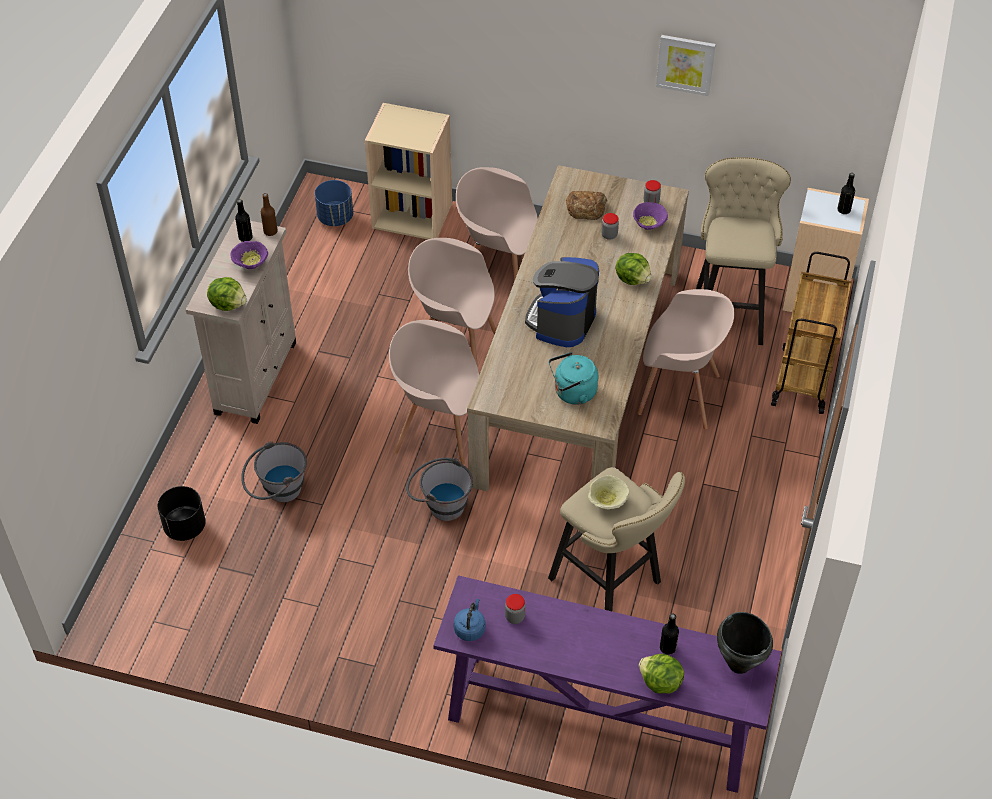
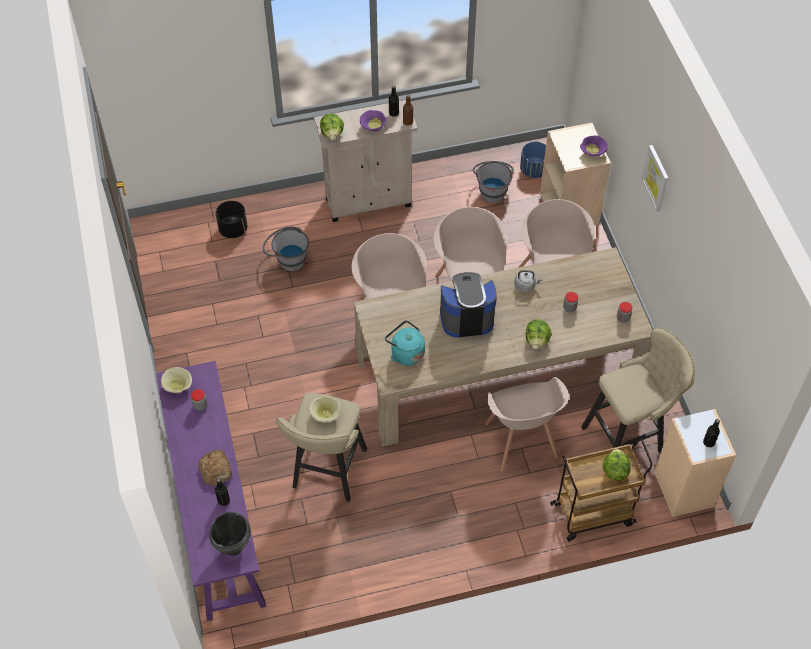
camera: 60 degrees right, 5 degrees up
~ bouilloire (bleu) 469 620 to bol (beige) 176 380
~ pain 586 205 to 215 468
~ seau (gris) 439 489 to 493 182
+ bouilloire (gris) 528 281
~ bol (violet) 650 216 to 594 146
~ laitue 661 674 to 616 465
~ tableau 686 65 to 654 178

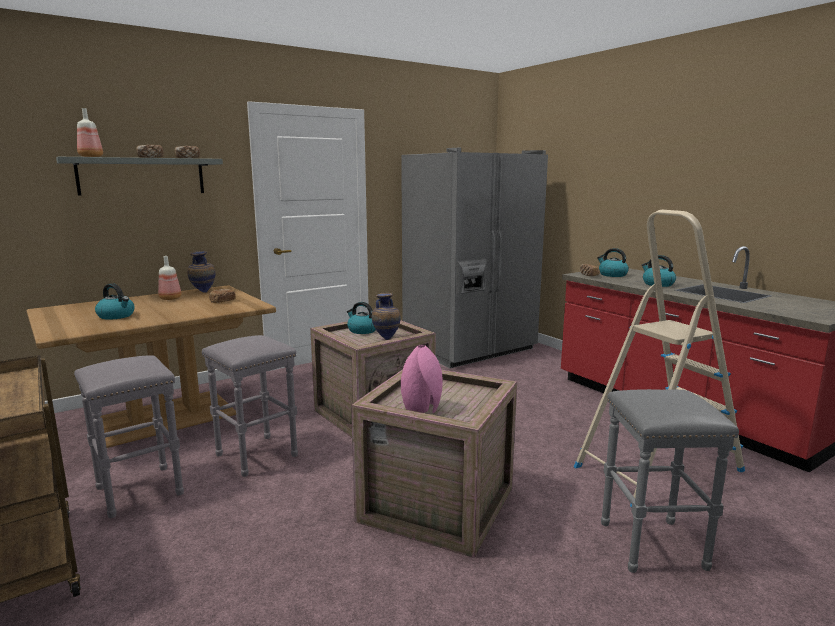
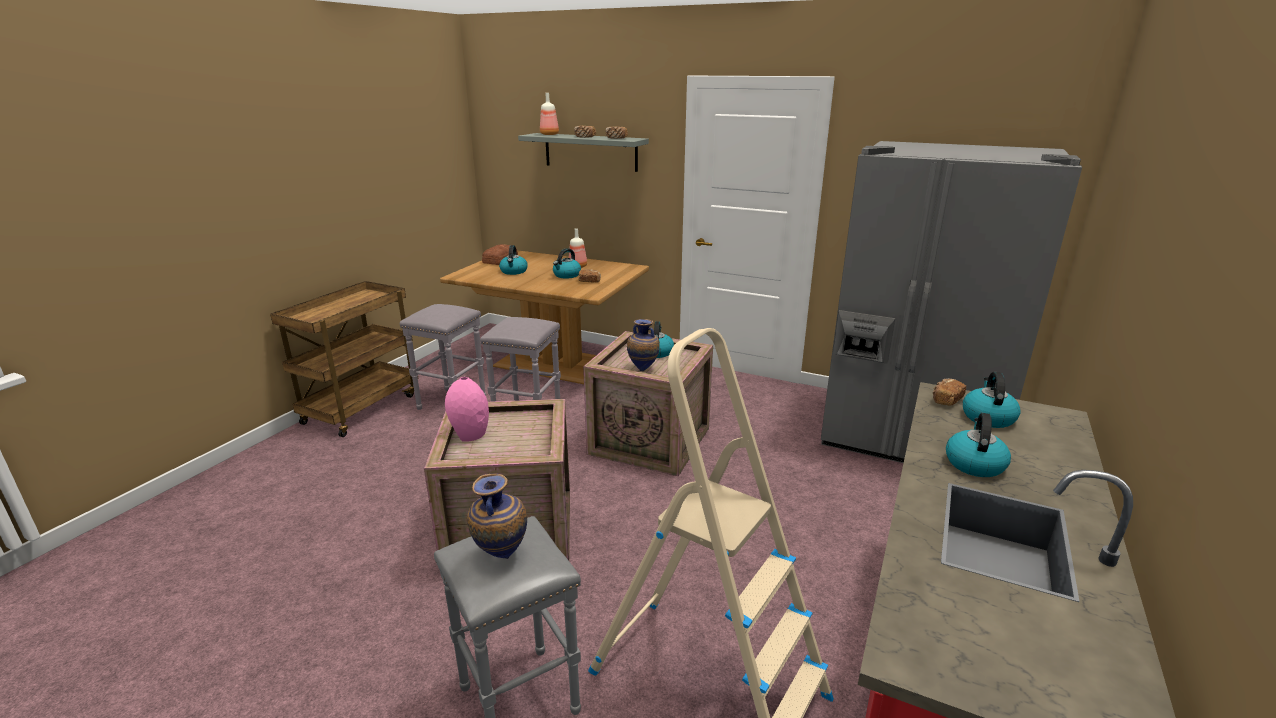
camera: 60 degrees right, 10 degrees up
~ vase 201 272 to 497 516
+ pain 500 254
+ bouilloire 567 263

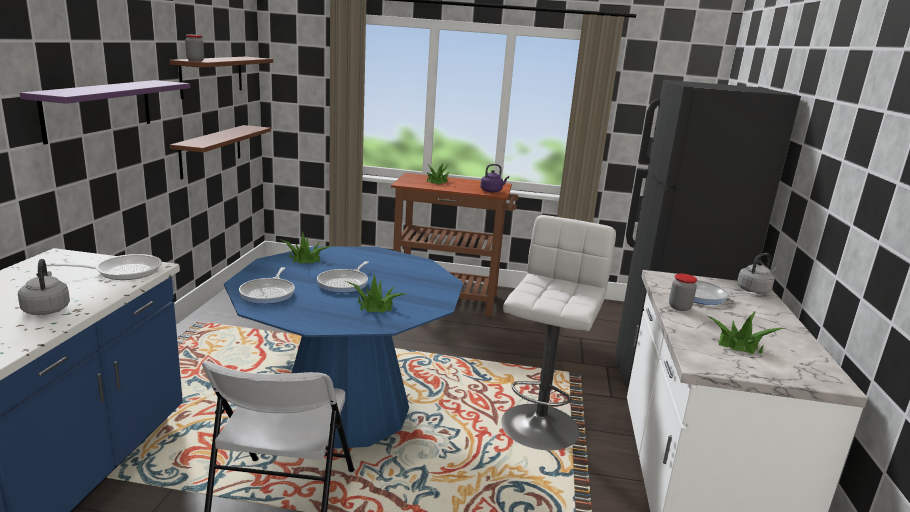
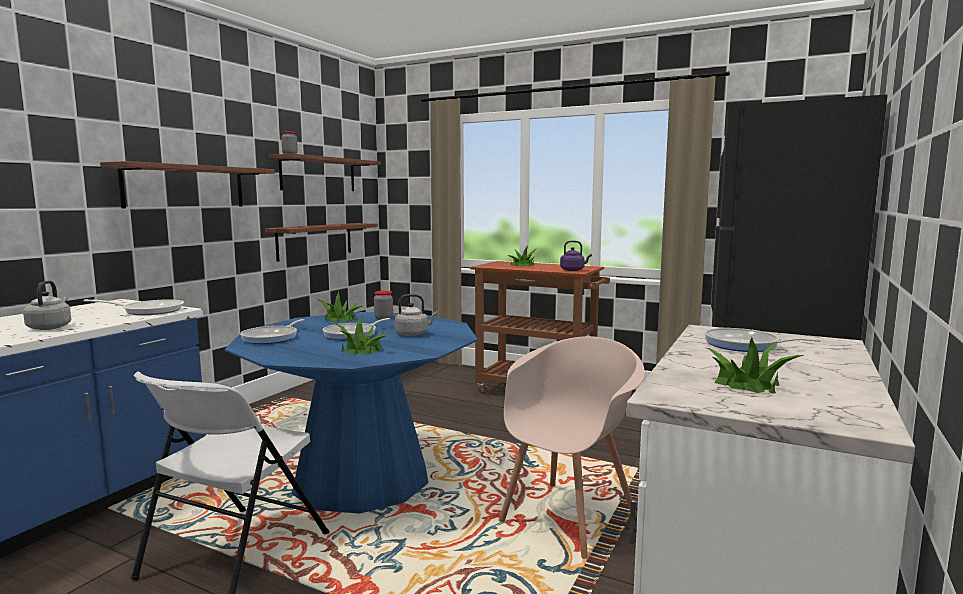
camera: 20 degrees right, 10 degrees down
~ étagère (violet) 105 112 to étagère (marron) 187 184
~ bocal 683 292 to 383 305
~ bouilloire (gris) 757 273 to 416 315
~ tabouret (blanc) 558 332 to chaise (beige) 572 447

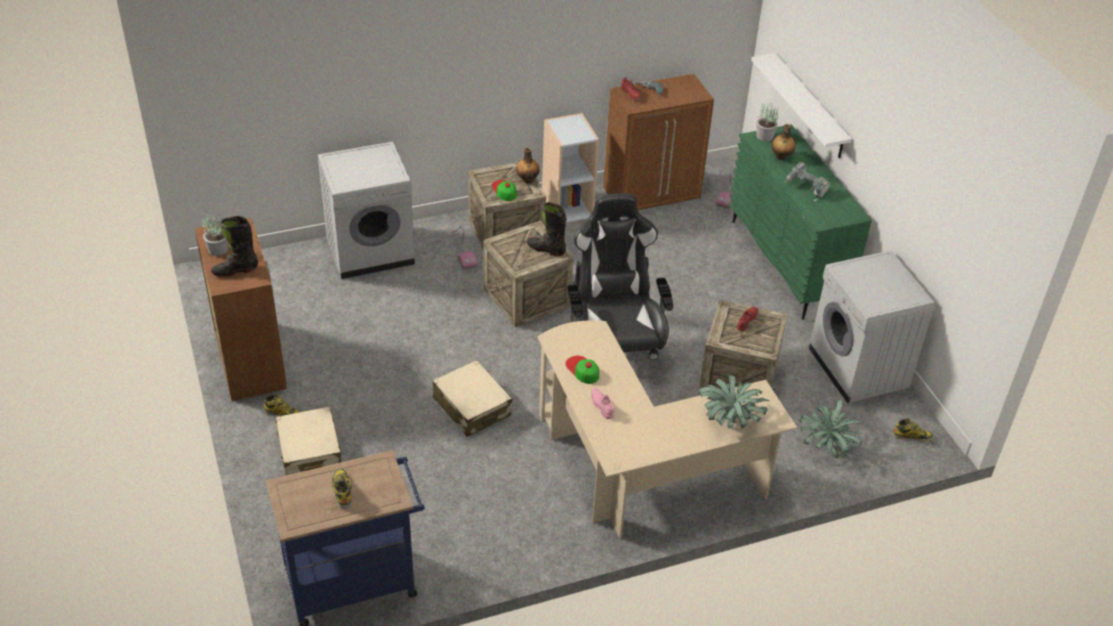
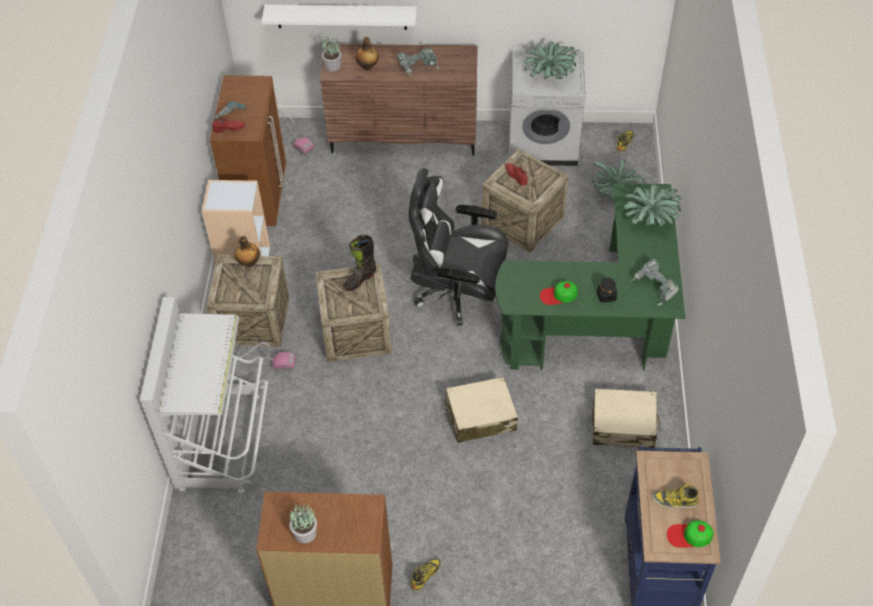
camera: 65 degrees left, 10 degrees up
~ lave-linge (blanc) 366 210 to étagère à chaussures (blanc) 204 395
~ commode (vert) 800 222 to commode (marron) 399 100
~ bureau (beige) 667 429 to bureau (vert) 590 276
+ plante en pot 550 60
~ valise (beige) 308 440 to 626 418
~ chaussure (rose) 602 403 to bocal (noir) 607 290
+ perceuse 655 282
~ casquette 504 190 to 690 534
- botte (noir) 234 246

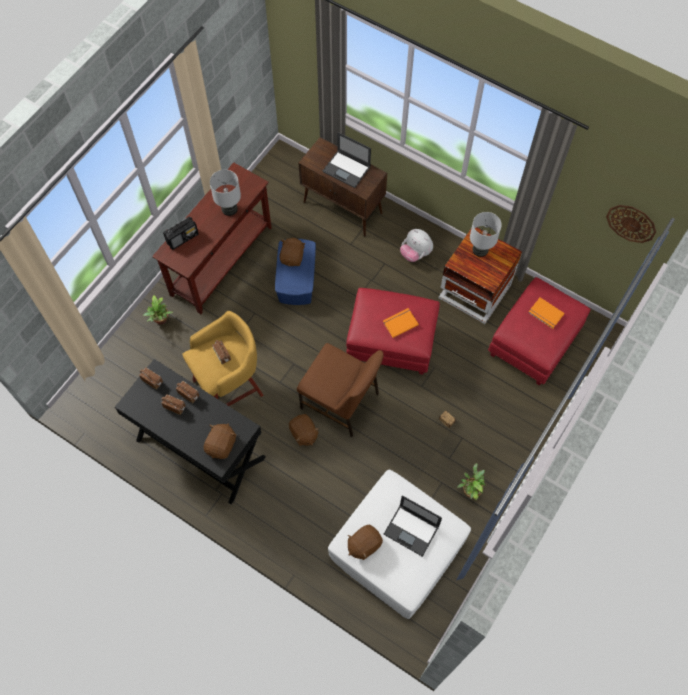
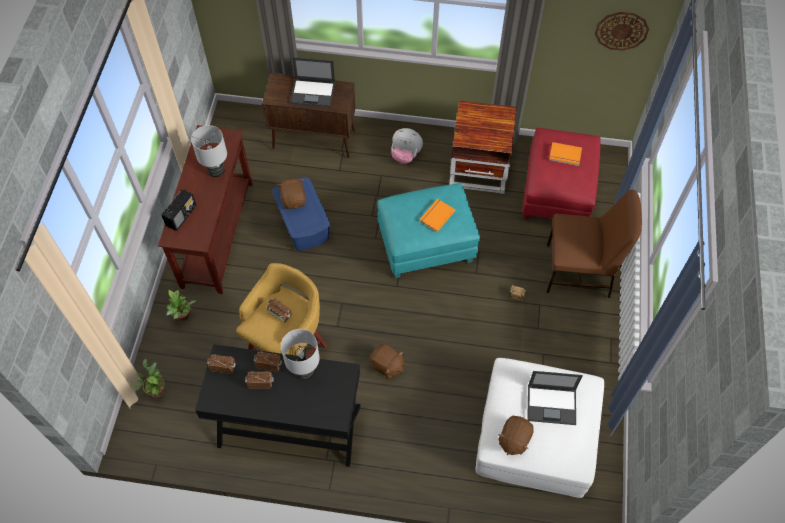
camera: 25 degrees left, 5 degrees down
~ plante en pot 471 481 to 150 378
~ lampe de table (gris) 486 234 to 300 354
~ pouf (rouge) 393 331 to pouf (turquoise) 428 230
~ chaise (marron) 340 390 to 594 244
- peluche (marron) 220 441

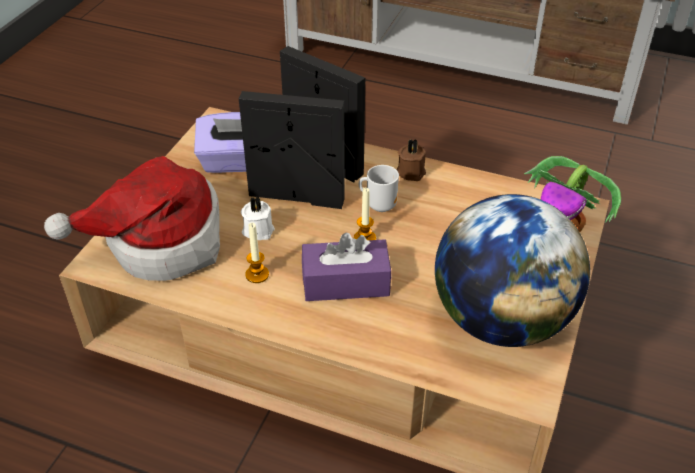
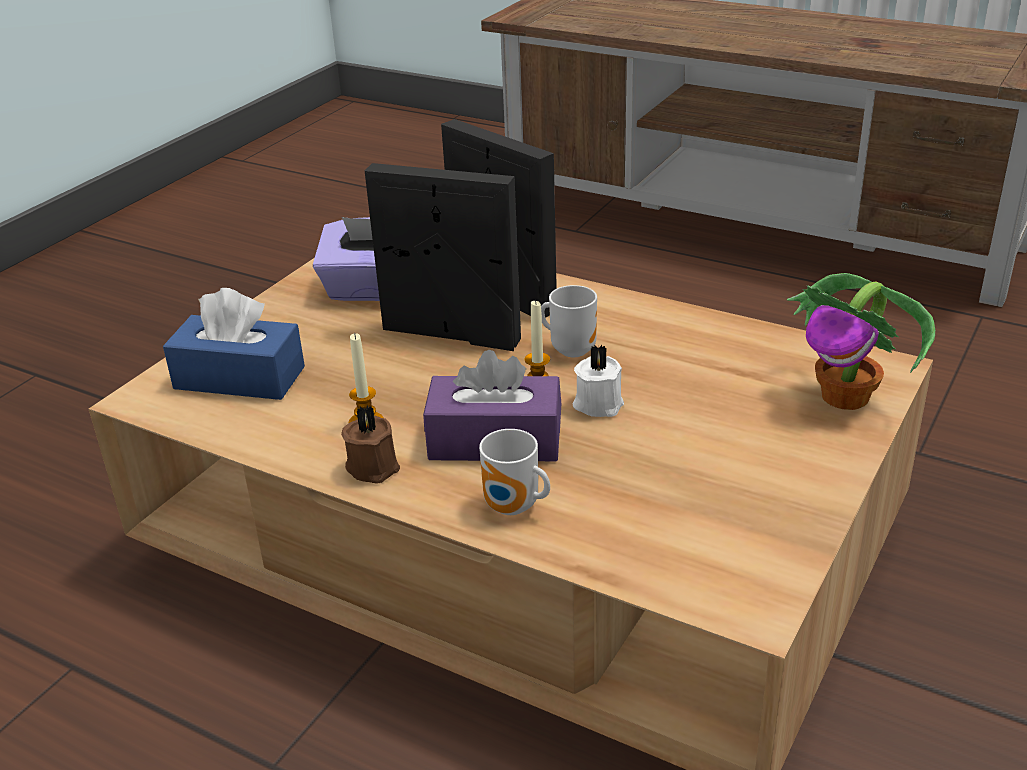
camera: 10 degrees right, 10 degrees down
~ chapeau 132 218 to boîte à mouchoirs (bleu) 234 344
~ bougie (marron) 411 160 to 370 444
+ mug 514 472
~ bougie (blanc) 258 218 to 598 381
- globe 512 270

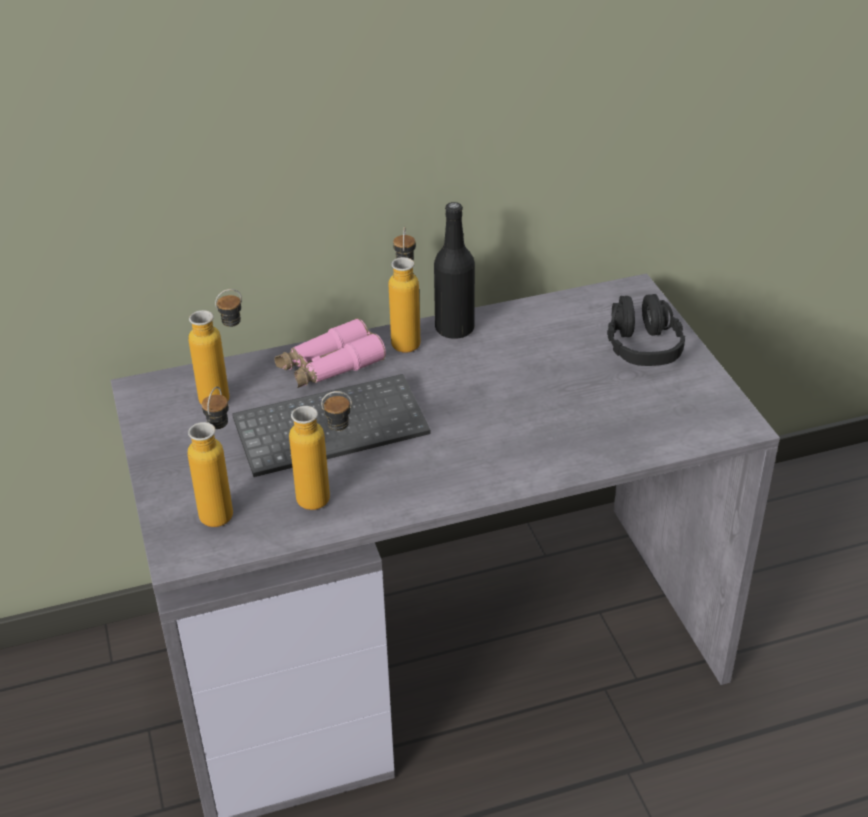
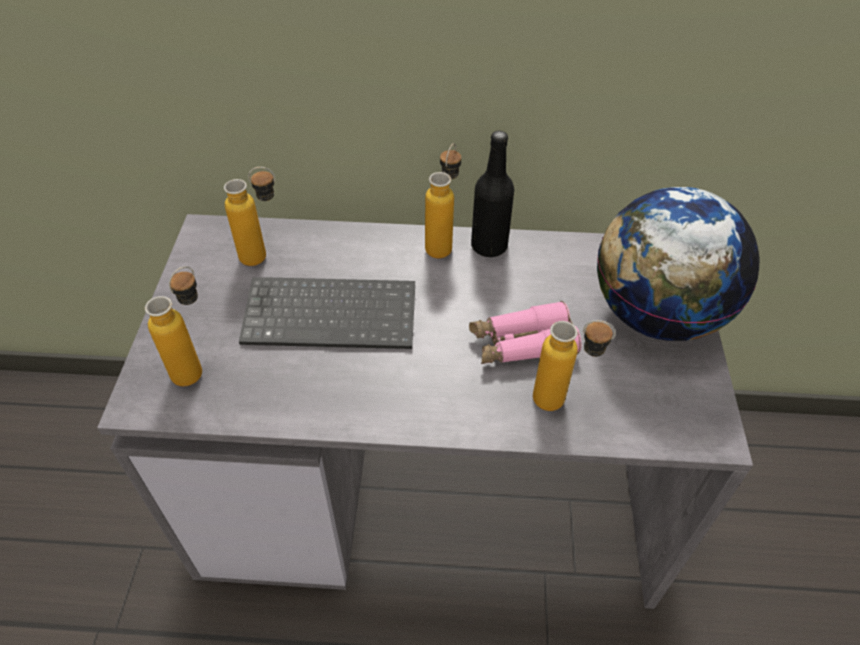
camera: 20 degrees right, 10 degrees up
~ jumelles (rose) 330 353 to 525 332
~ bouteille 320 450 to 574 365
~ casque audio (noir) 646 330 to globe 678 264

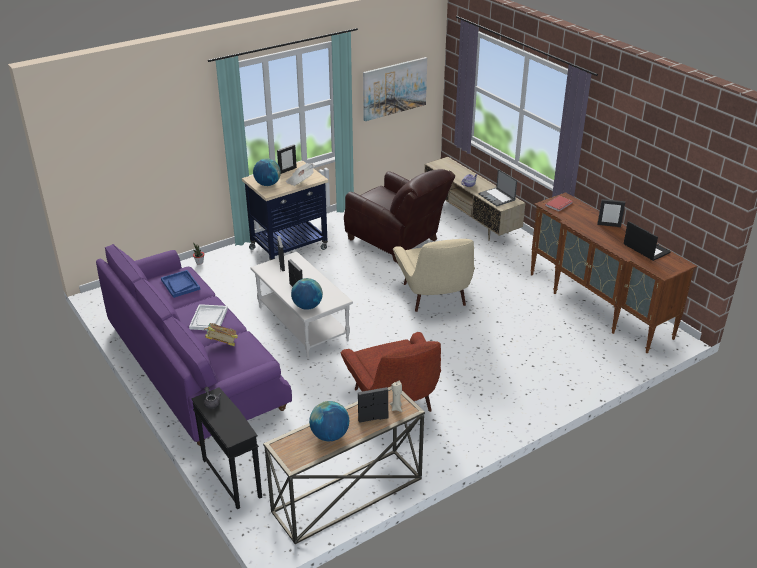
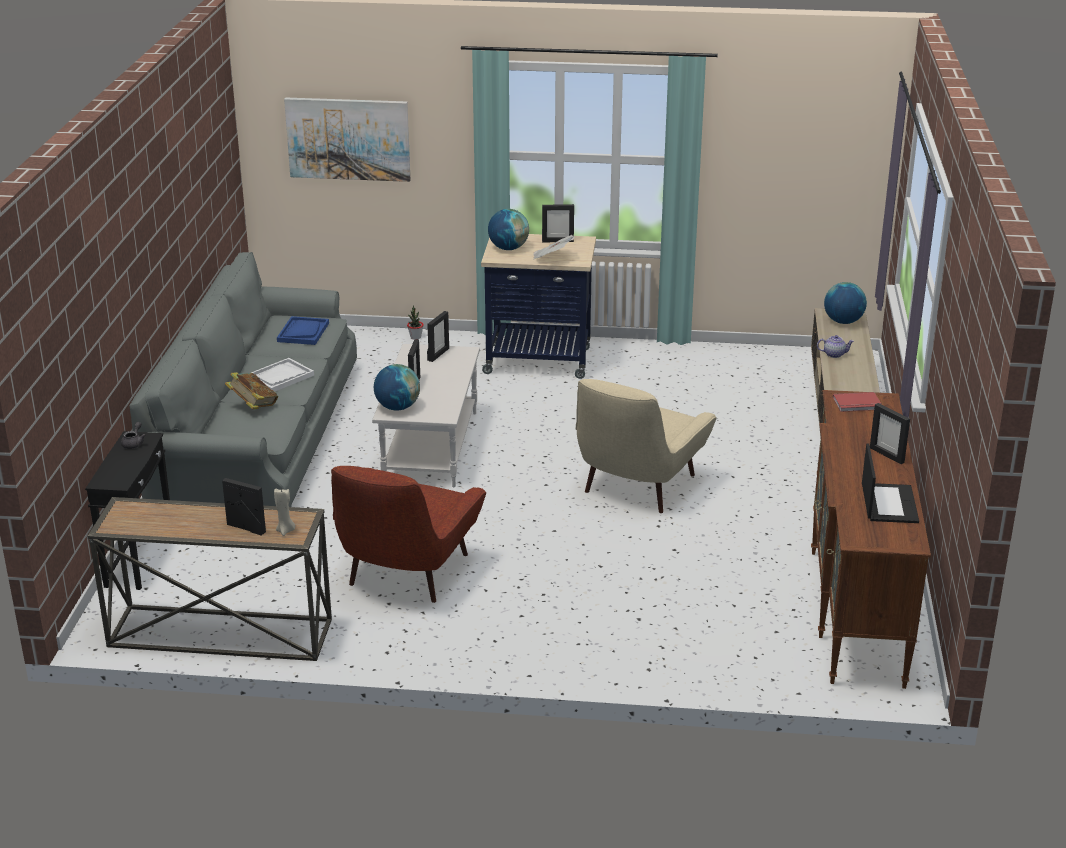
camera: 40 degrees right, 5 degrees down
~ canapé (violet) 194 345 to canapé (gris) 243 379
~ tableau 395 89 to 347 140
~ globe 329 421 to 845 303
- fauteuil (marron) 399 216
- ordinateur portable 497 187

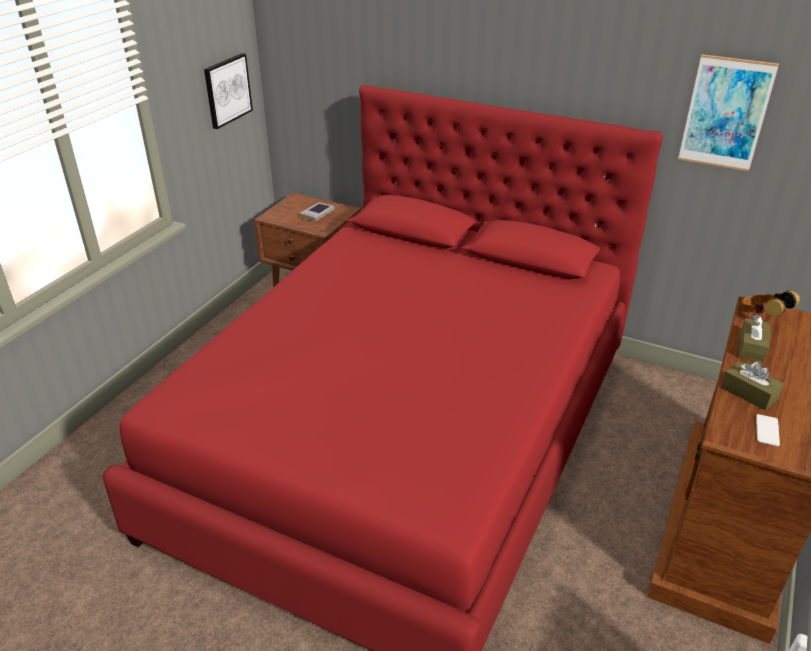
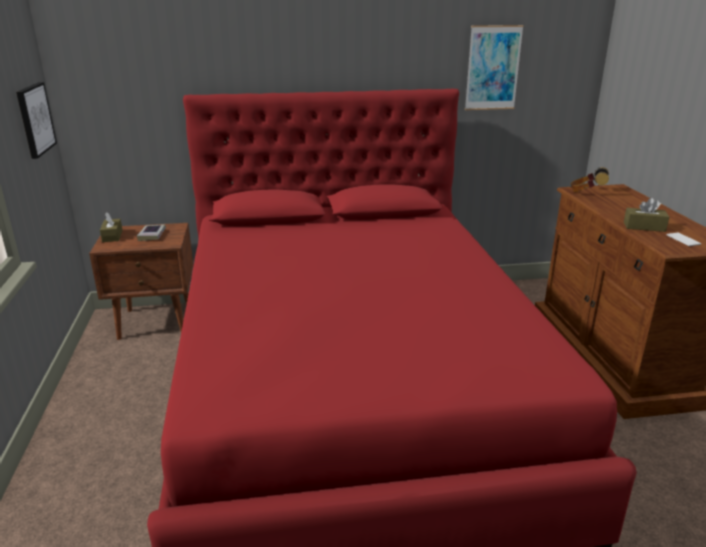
camera: 35 degrees left, 10 degrees down
~ boîte à mouchoirs (marron) 754 339 to 111 227

